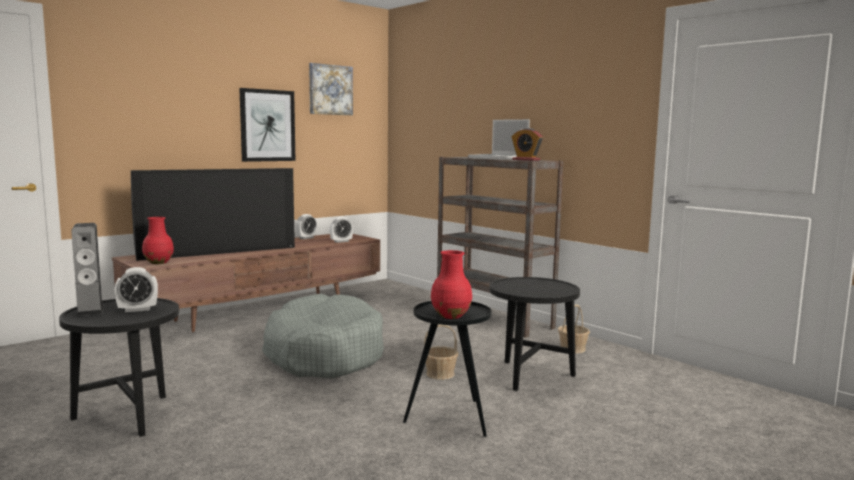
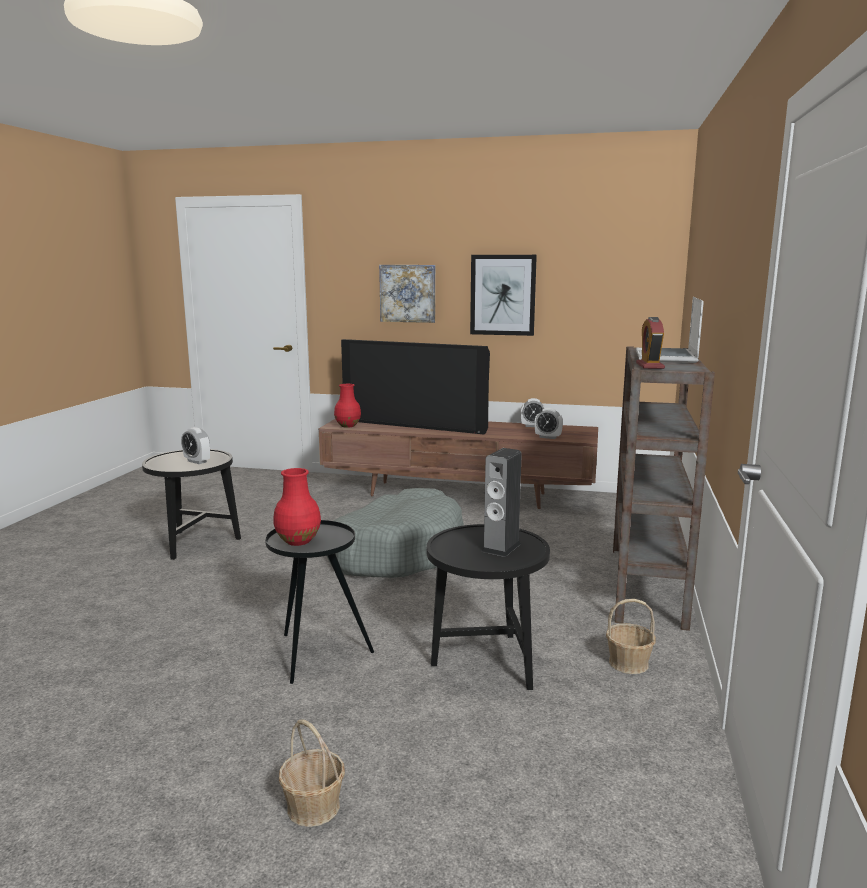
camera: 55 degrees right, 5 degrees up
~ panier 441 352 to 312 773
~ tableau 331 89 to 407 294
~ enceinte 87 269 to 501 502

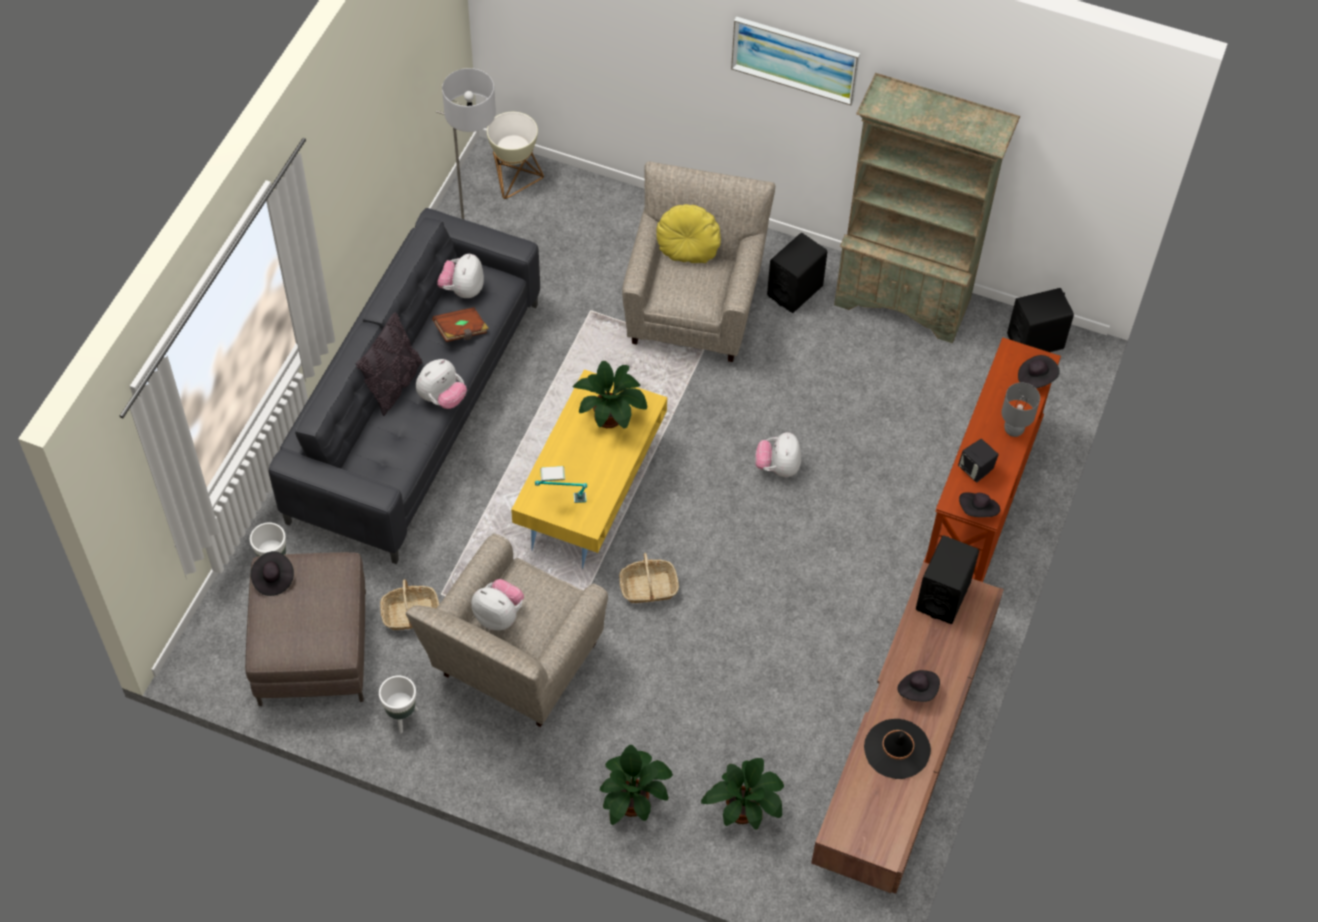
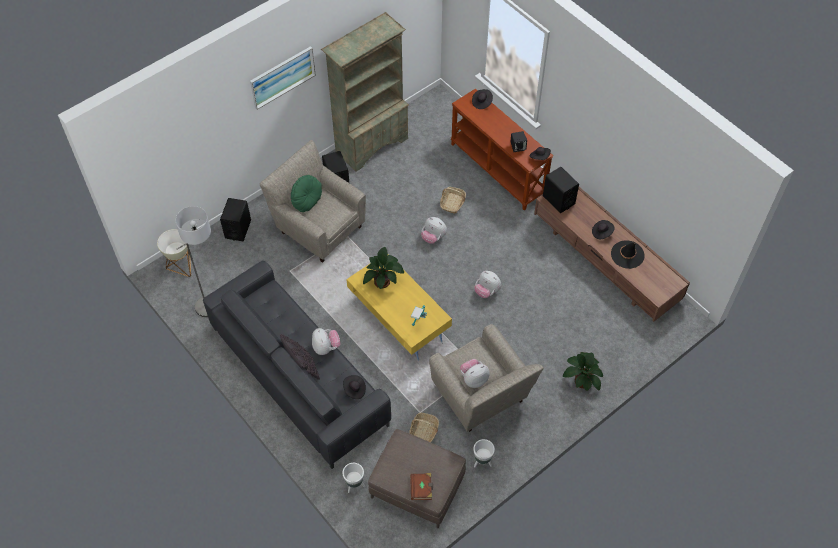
camera: 60 degrees left, 0 degrees up
~ enceinte (noir) 1040 320 to 235 219
~ coussin (jaune) 688 233 to coussin (vert) 306 193
~ chapeau (noir) 272 573 to 354 387
~ livre (marron) 460 324 to 421 486
~ panier 649 578 to 453 200
~ peluche 460 276 to 487 284
- plante en pot 742 794
- lampe de table (gris) 1020 409

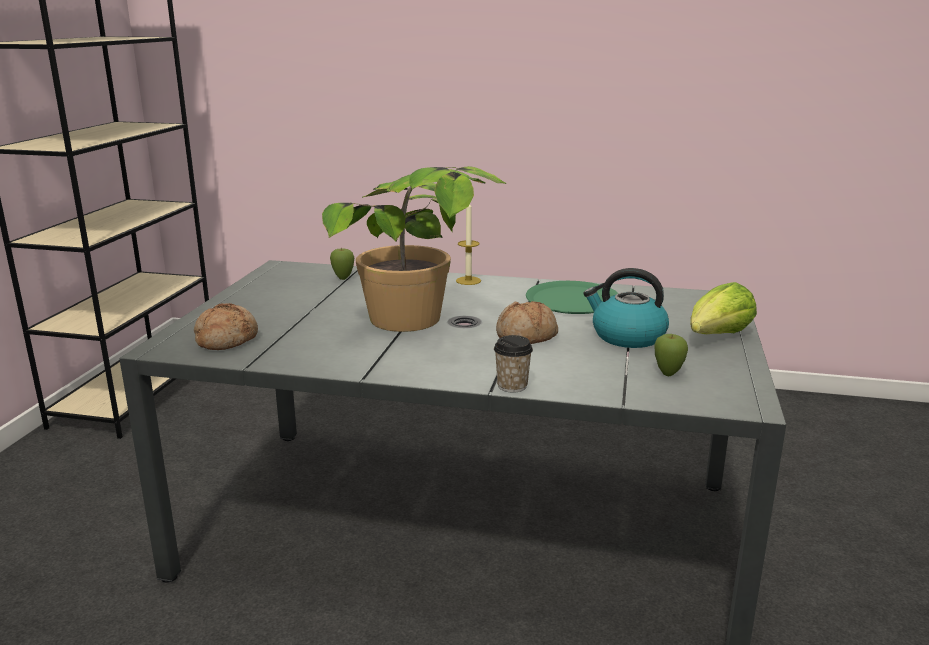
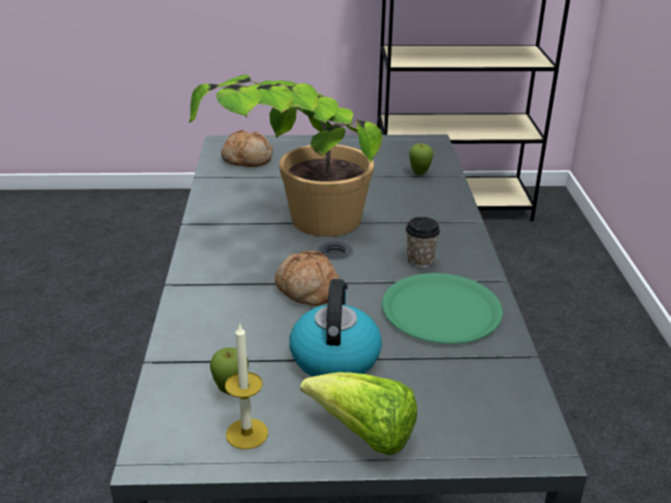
camera: 75 degrees right, 10 degrees up
~ bougie 468 244 to 246 386
~ tasse 513 364 to 422 242

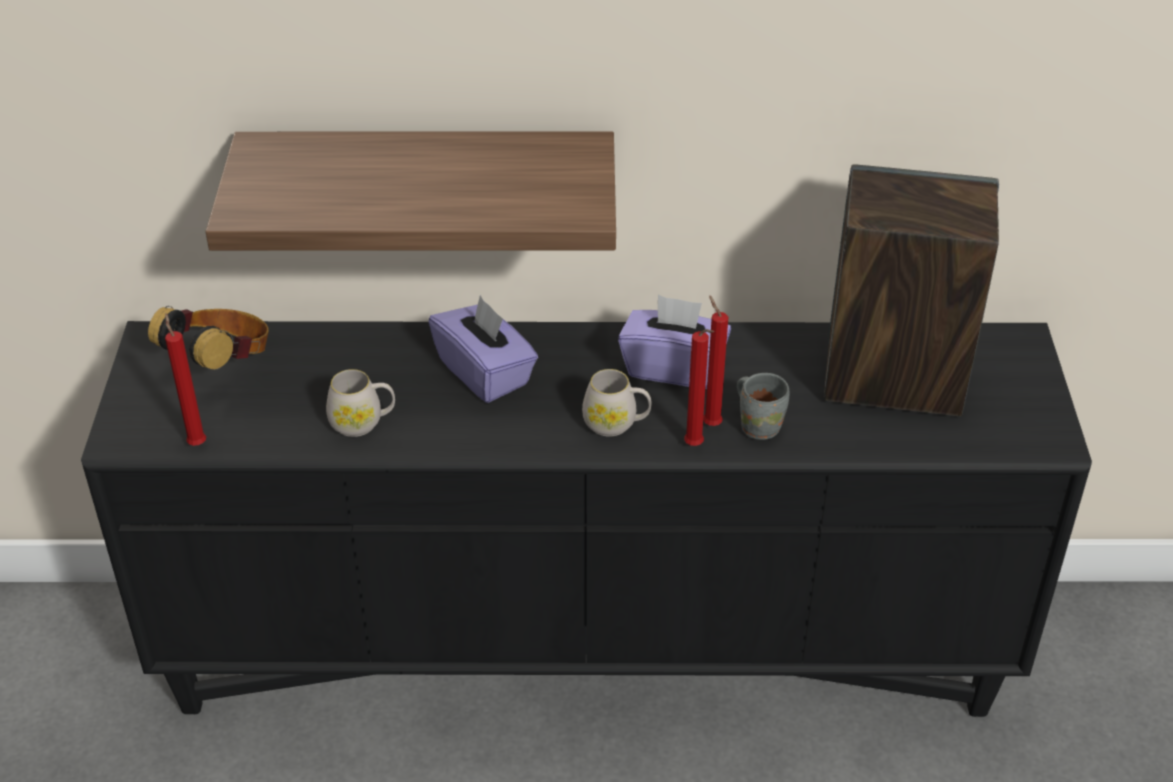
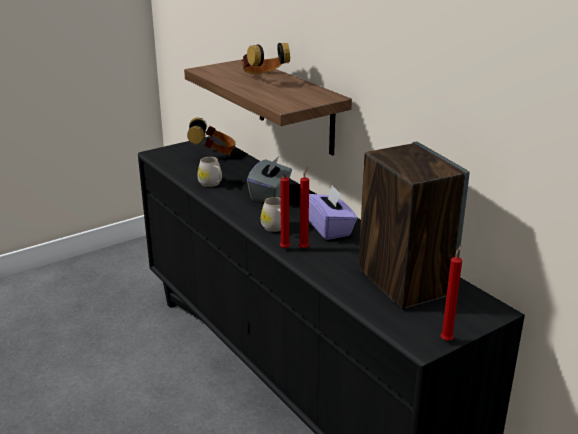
camera: 55 degrees right, 15 degrees down
+ casque audio 266 58
~ boîte à mouchoirs (violet) 483 349 to boîte à mouchoirs (gris) 269 179
~ bougie (rouge) 185 379 to 451 293
- mug (gris) 763 406

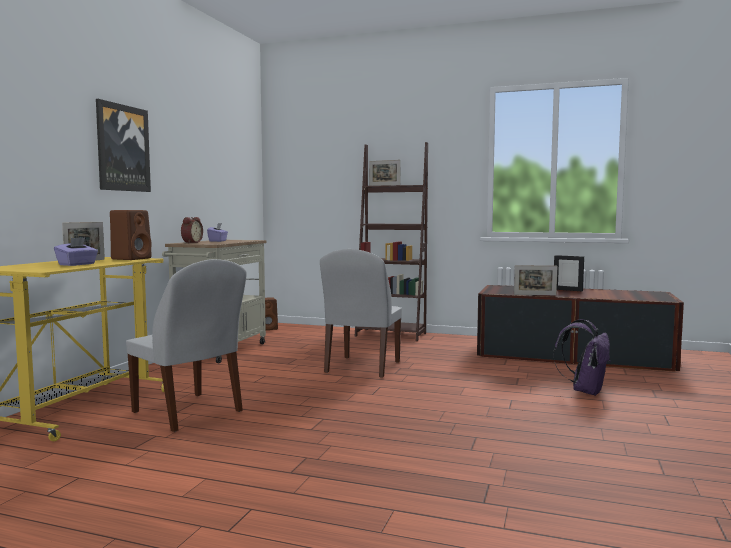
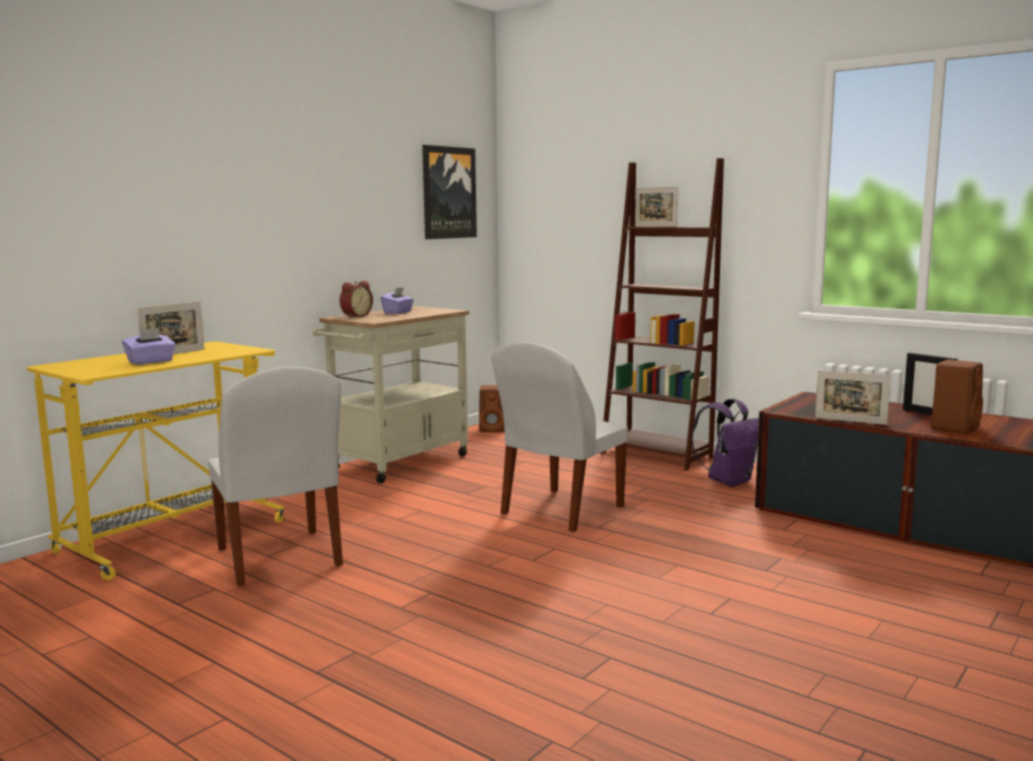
camera: 20 degrees right, 5 degrees up
~ tableau 123 145 to 449 192
~ sac à dos (violet) 581 357 to 725 443
~ enceinte (marron) 131 235 to 957 397

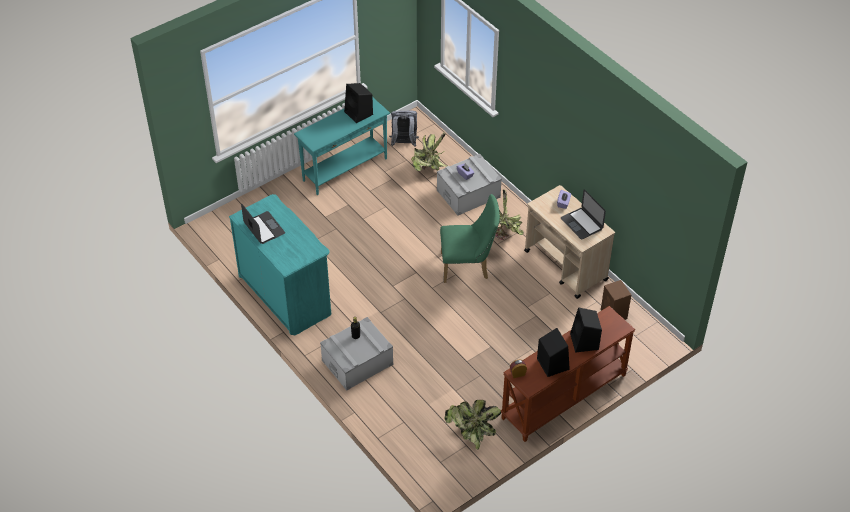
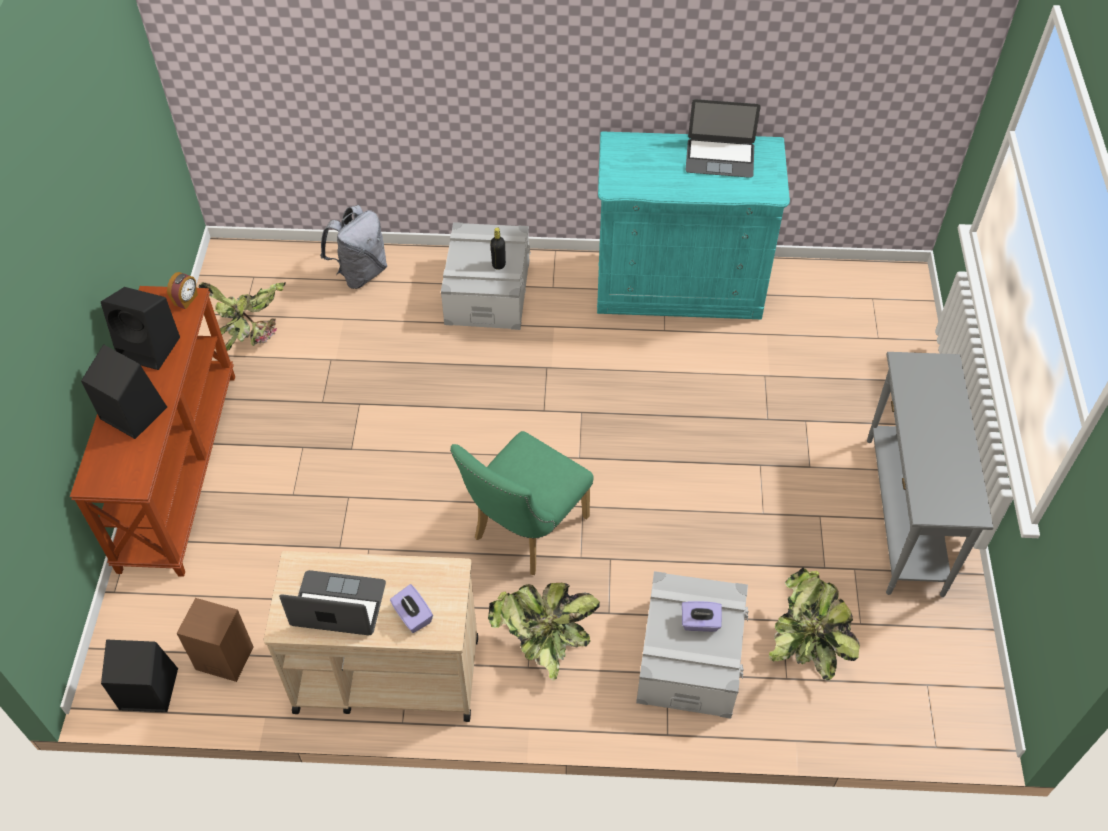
camera: 130 degrees right, 5 degrees up
~ enceinte (noir) 358 103 to 139 676
~ sac à dos (gris) 404 128 to 353 247
~ table console (turquoise) 342 146 to table console (gris) 930 474

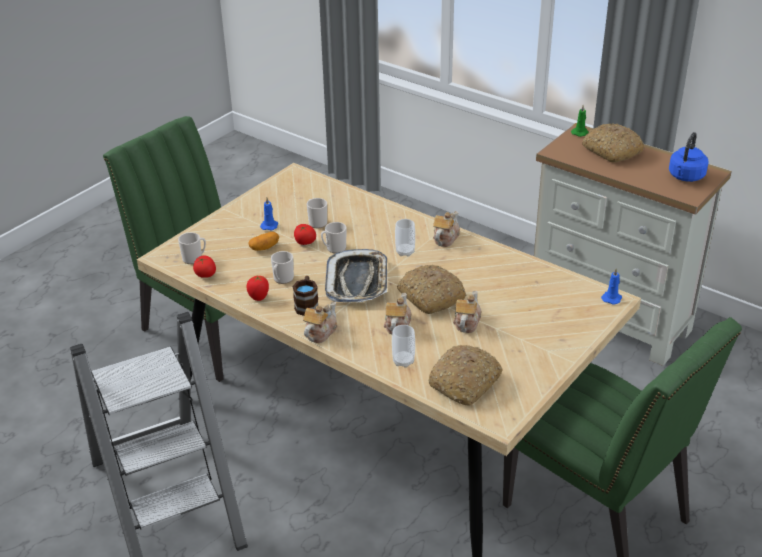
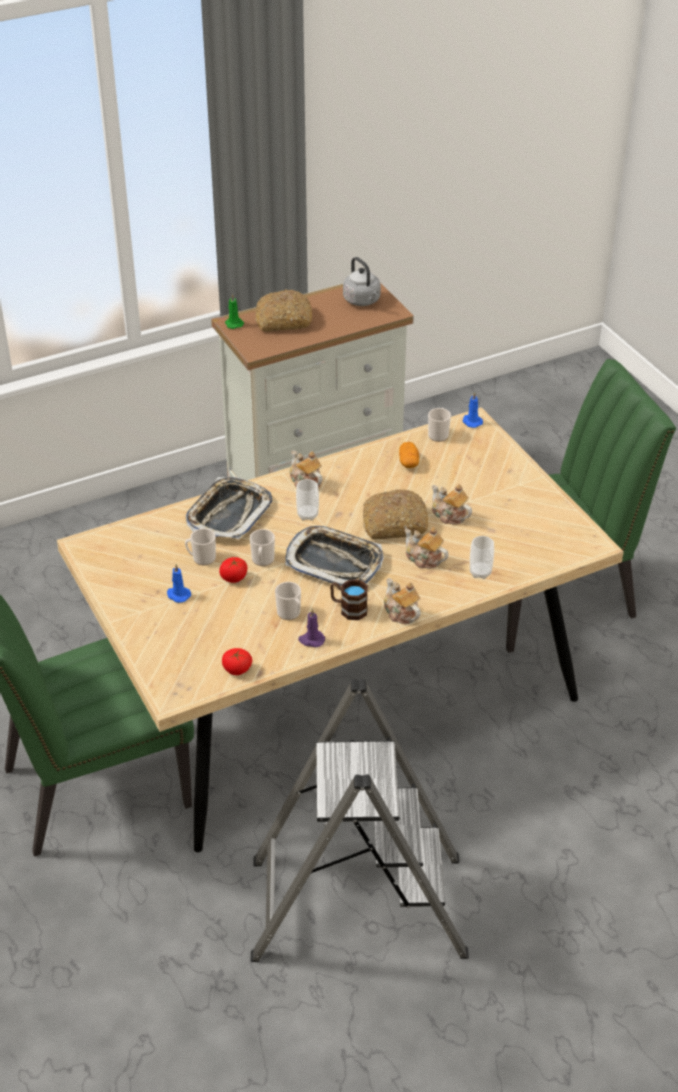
camera: 65 degrees left, 5 degrees up
+ plateau 229 508
~ tomate 257 288 to bougie (violet) 311 628
~ bouilloire (bleu) 689 157 to bouilloire (gris) 362 281
~ pomme de terre 263 241 to 409 455
~ mug 192 248 to 439 425
- pain 466 375

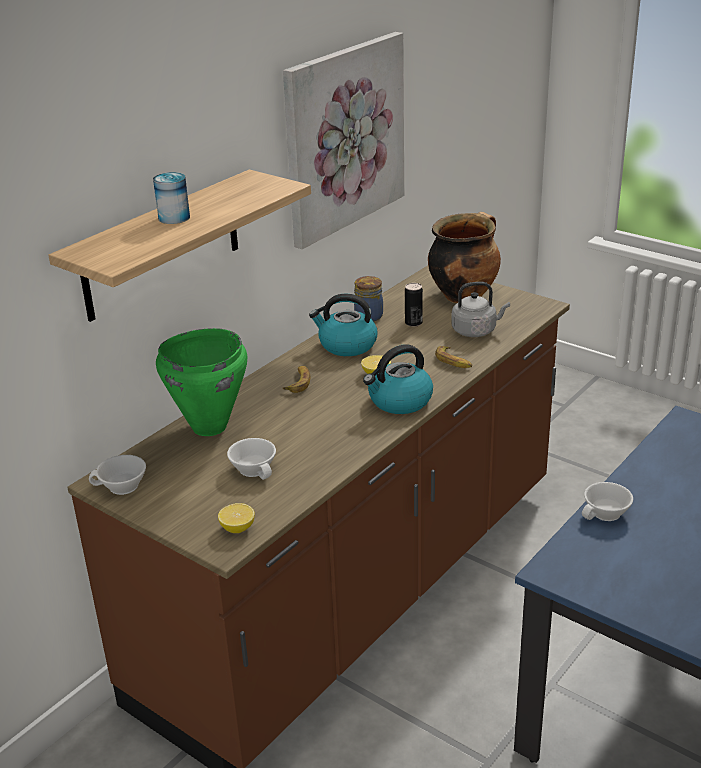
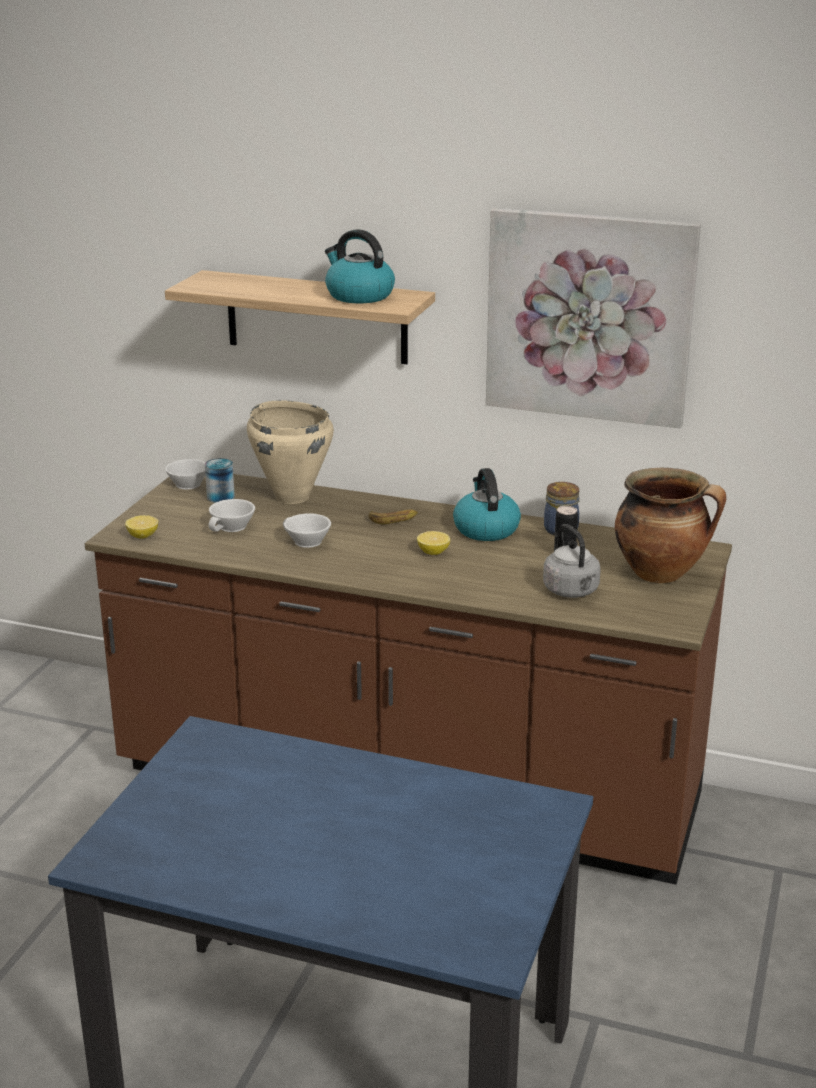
camera: 70 degrees right, 5 degrees down
~ boîte métallique 171 198 to 220 480
~ marmite (vert) 201 382 to marmite (beige) 290 452
~ tasse (blanc) 607 501 to 307 530
~ bouilloire 398 379 to 360 266
- banane 453 357

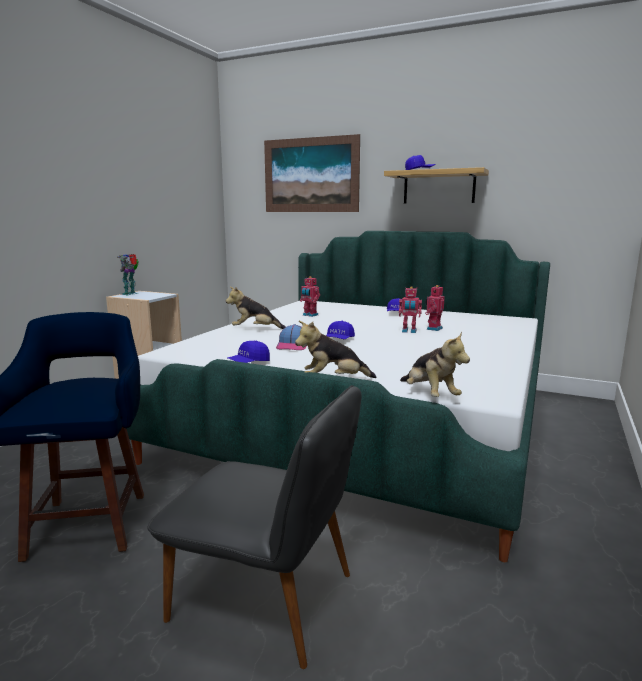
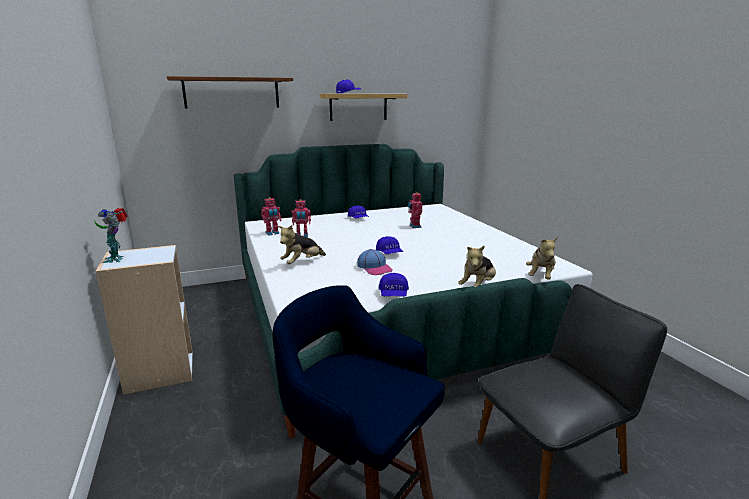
camera: 45 degrees left, 5 degrees up
~ tableau 312 173 to étagère (marron) 230 92
~ robot jouet 410 309 to 271 216
~ peluche 435 364 = 542 258 90 degrees clockwise

